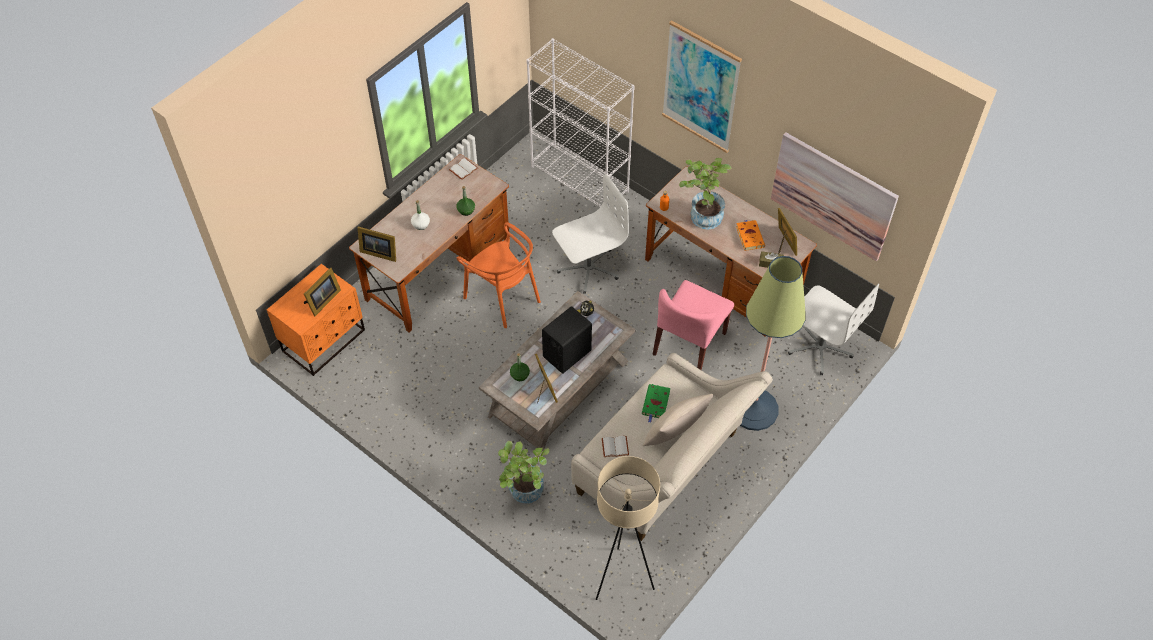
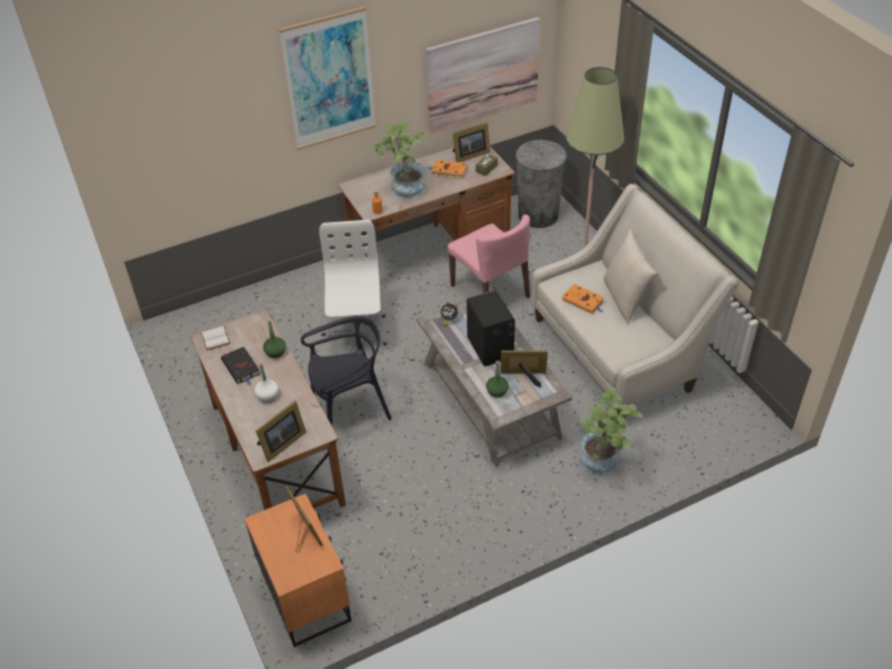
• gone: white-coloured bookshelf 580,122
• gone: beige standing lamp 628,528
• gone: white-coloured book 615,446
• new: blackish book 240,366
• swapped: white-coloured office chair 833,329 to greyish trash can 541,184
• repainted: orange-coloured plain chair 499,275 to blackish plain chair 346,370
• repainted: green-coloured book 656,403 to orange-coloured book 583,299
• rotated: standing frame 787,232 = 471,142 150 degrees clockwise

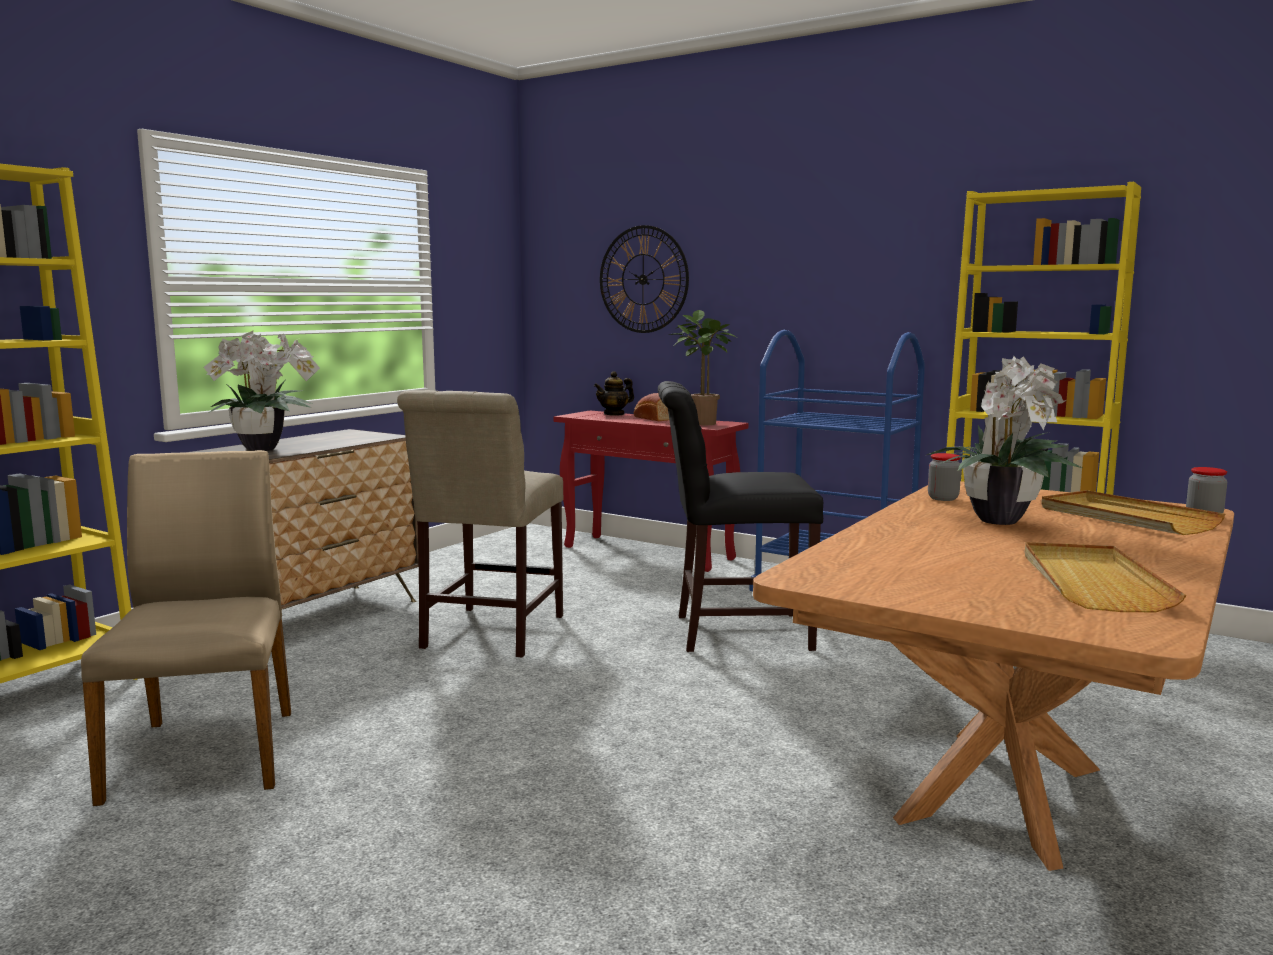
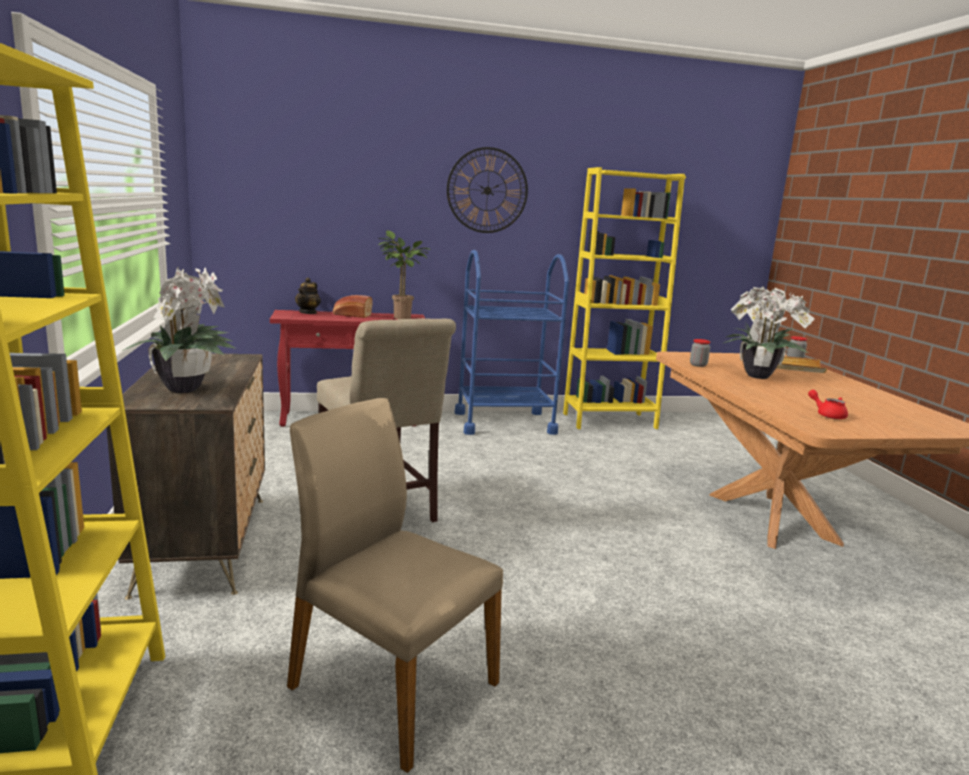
• gone: blackish plain chair 740,516
• gone: beige serving tray 1106,577
• new: reddish pot for tea 828,404
• shifted: clock on the wall 644,279 to 487,190

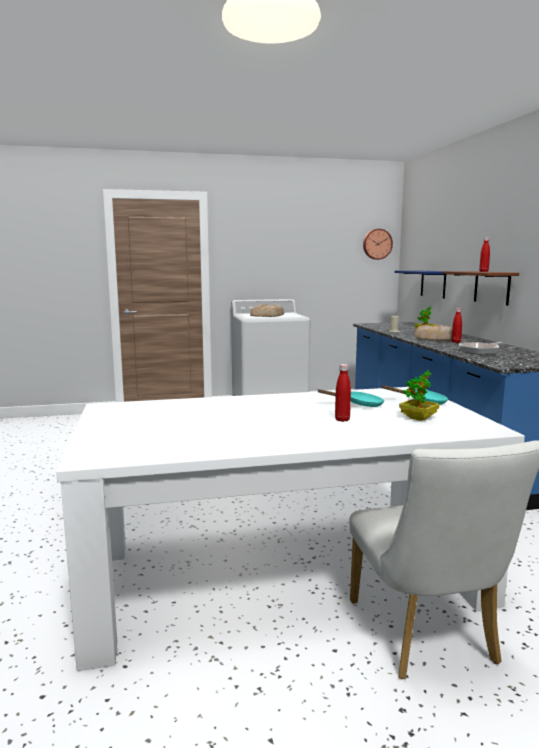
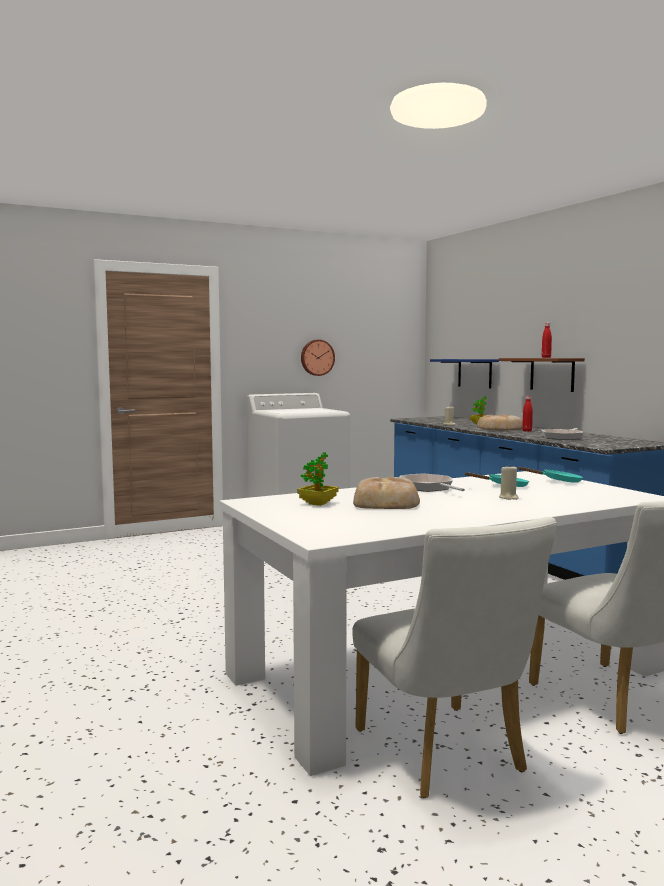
• new: white-coloured plain chair 454,657
• new: pan 432,482
• shifted: bakery bread 267,310 to 386,493
• shifted: clock on the wall 378,244 to 318,358
• shifted: houseplant 419,395 to 317,479
• swapped: reddish beverage bottle 343,393 to beige wax light 508,482

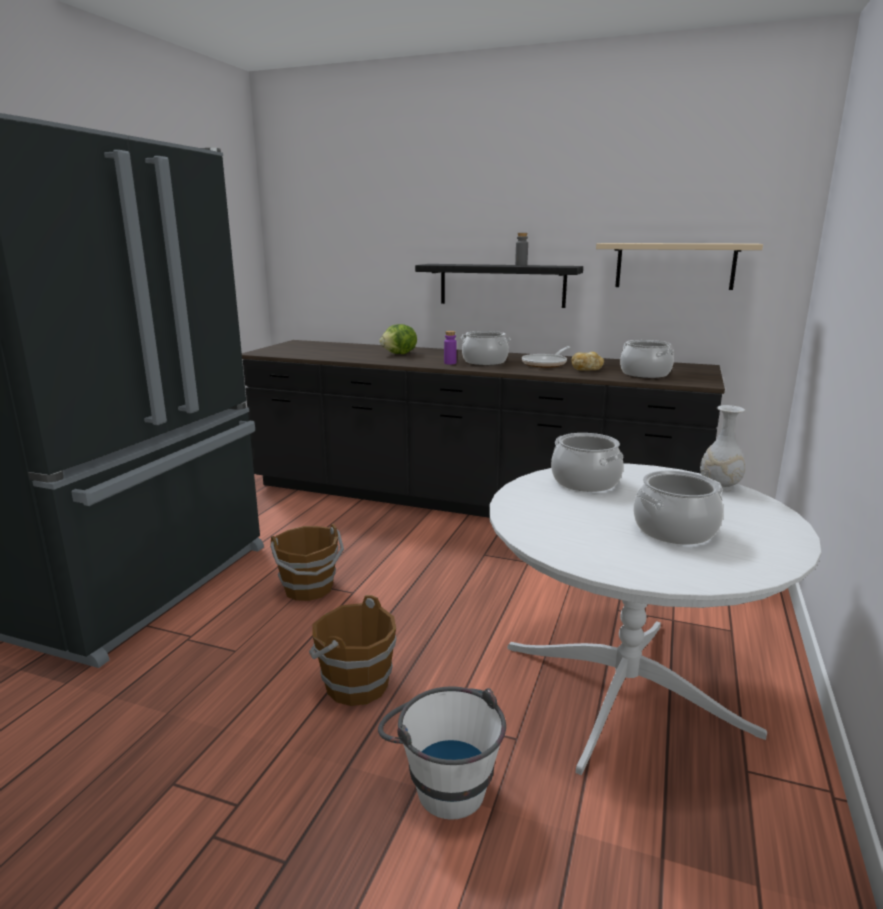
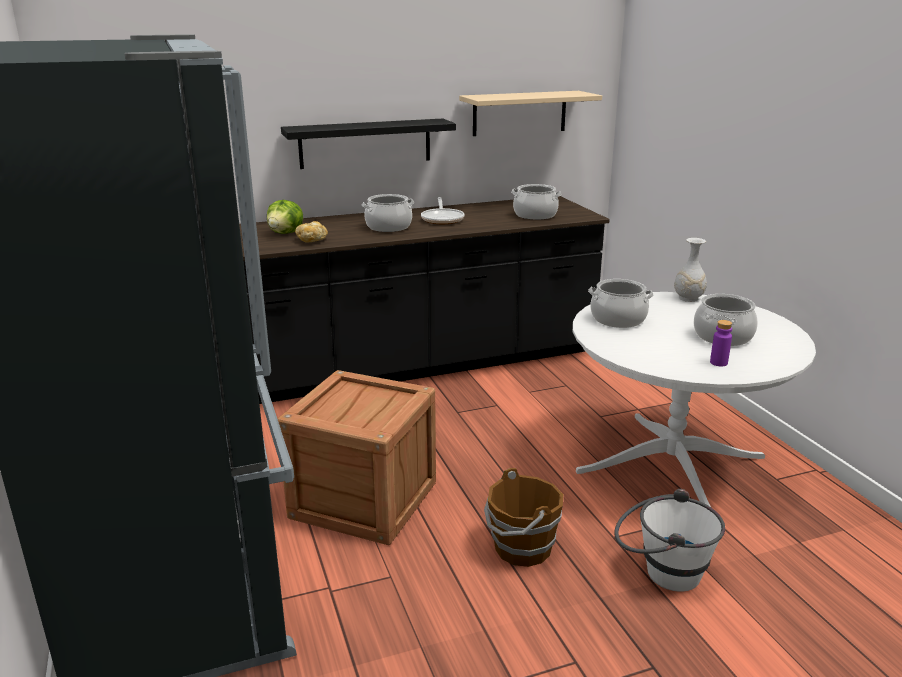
• gone: greyish beverage bottle 521,249
• shifted: purple beverage bottle 450,347 to 721,343
• shifted: bakery bread 587,361 to 311,231
• swapped: brown water bucket 307,562 to packing crate 357,457

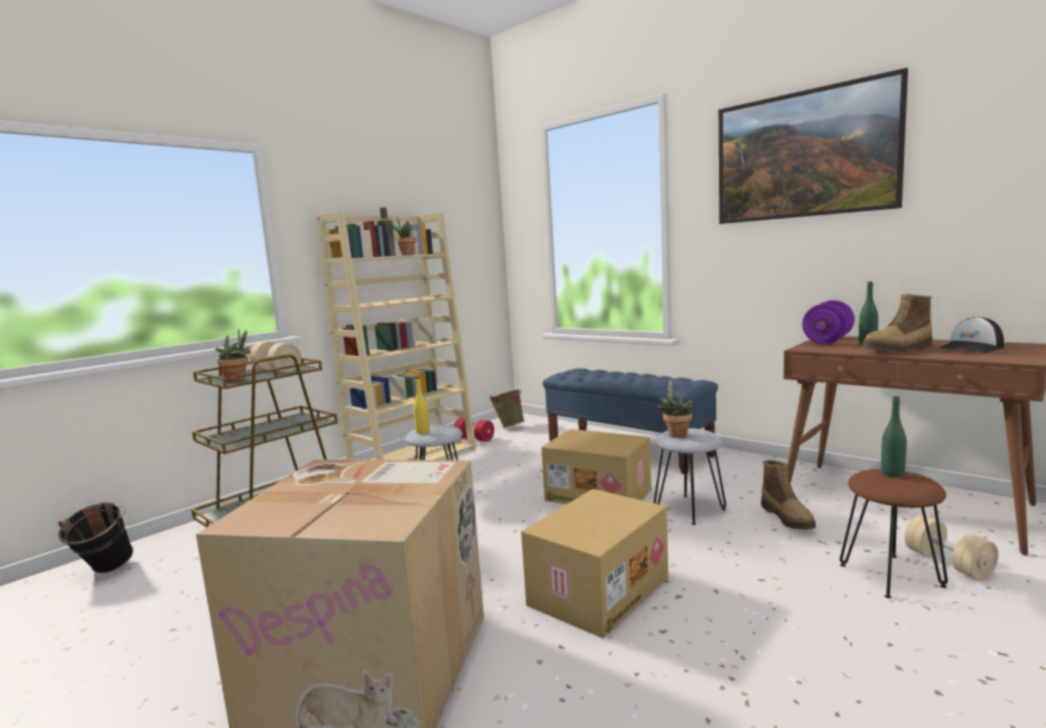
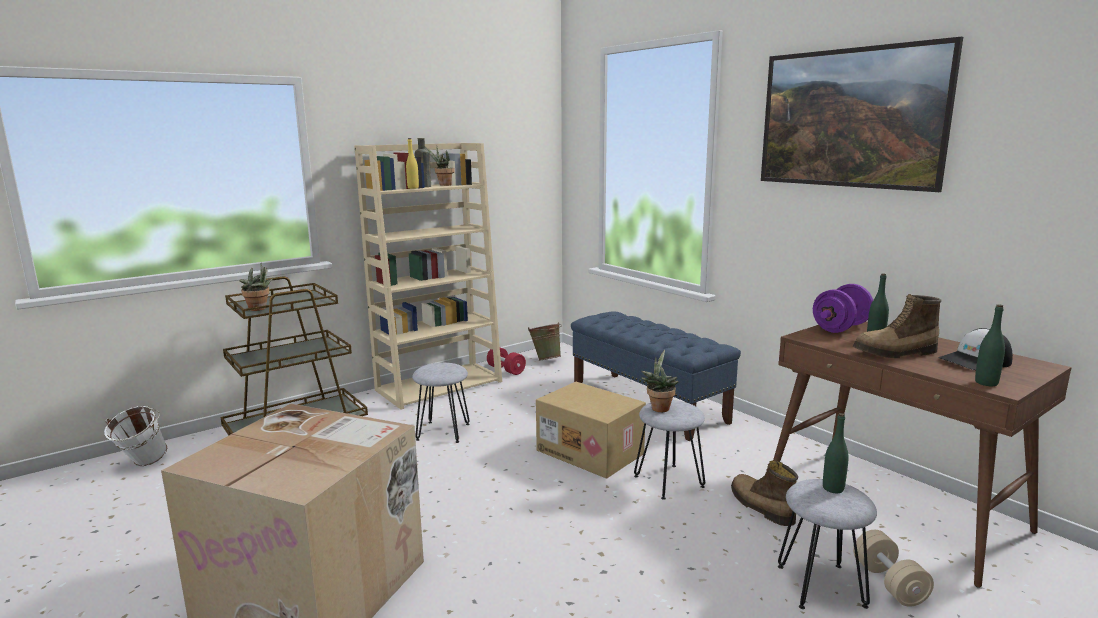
• gone: beige dumbbell 276,357
• gone: carton 594,563
• new: green-coloured beverage bottle 990,345
• shifted: yellow beverage bottle 421,405 to 412,163
• repainted: blackish water bucket 95,537 to white-coloured water bucket 135,436
• repainted: brown sitting stool 894,533 to greyish sitting stool 827,544
• rotated: tall boot 788,495 = 764,493 150 degrees clockwise

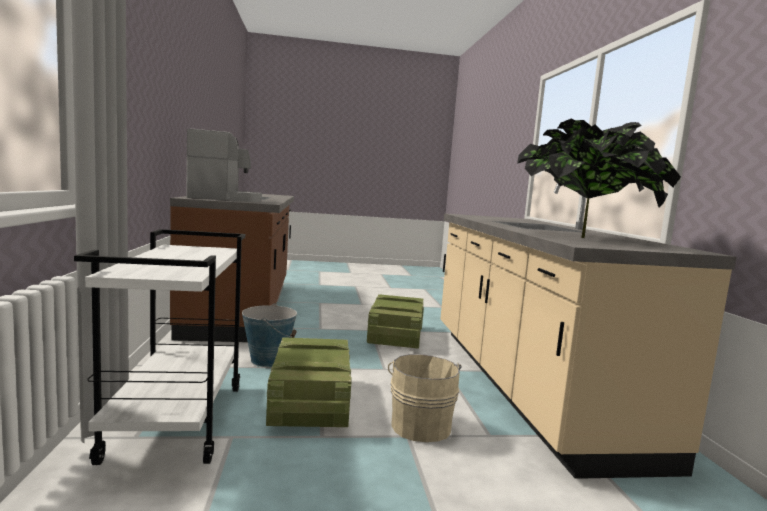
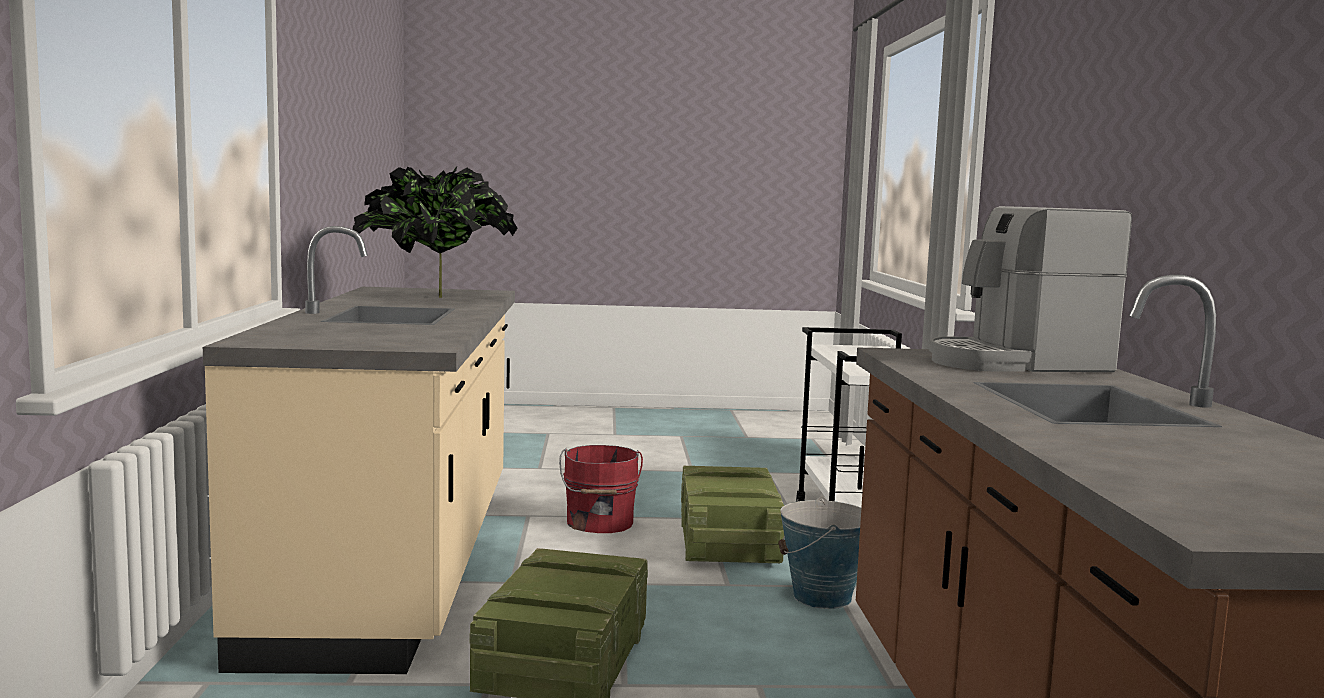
• repainted: beige water bucket 425,398 to reddish water bucket 601,489

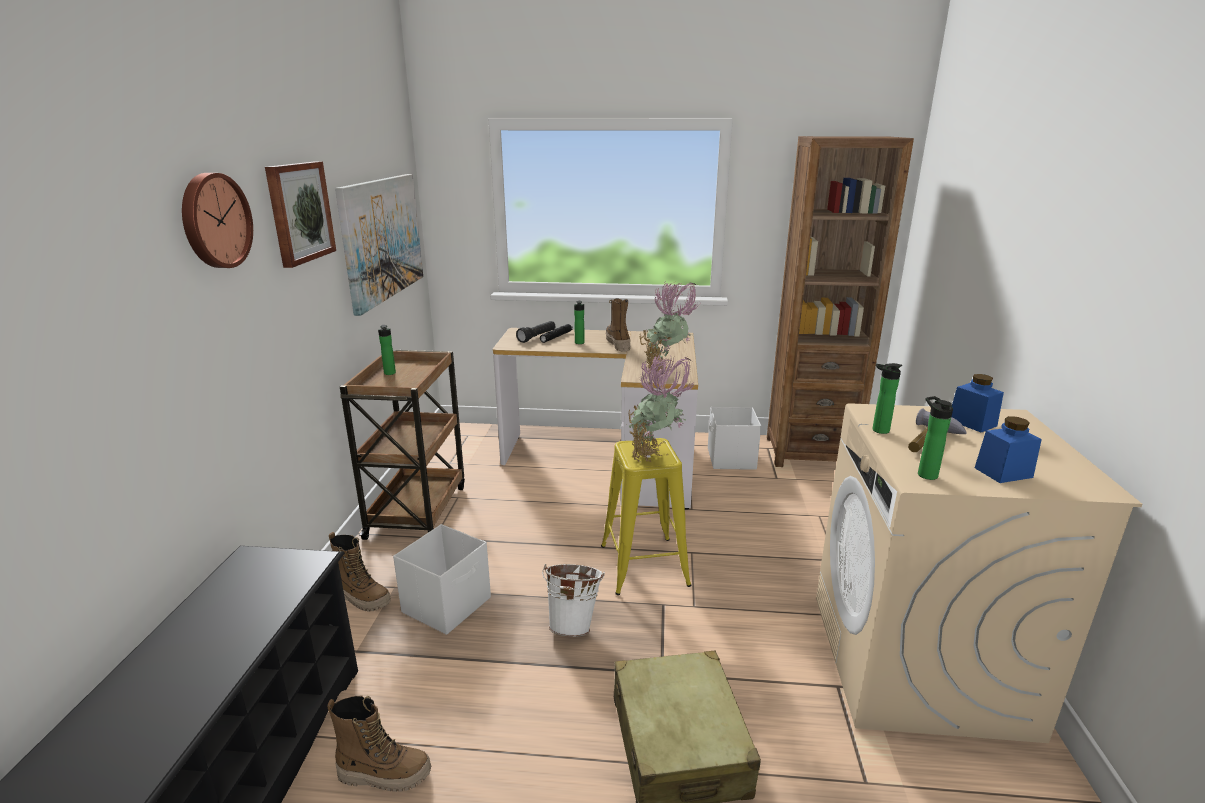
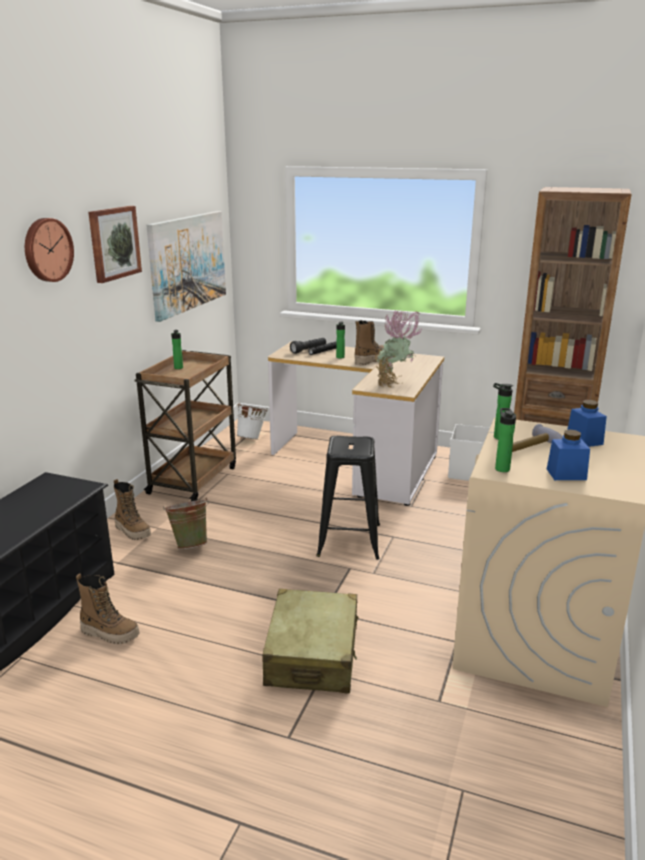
• gone: houseplant 662,407
• shifted: white-coloured water bucket 573,600 to 251,421
• swapped: white-coloured storage container 442,579 to green-coloured water bucket 186,523
• repainted: yellow sitting stool 646,516 to blackish sitting stool 348,498
• rotated: tall boot 618,325 = 371,342 45 degrees clockwise

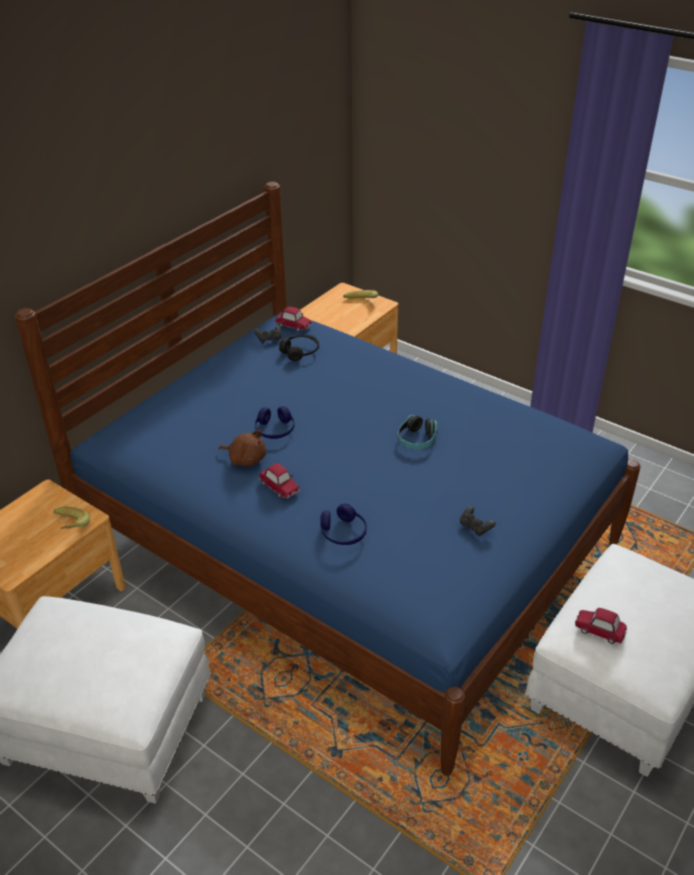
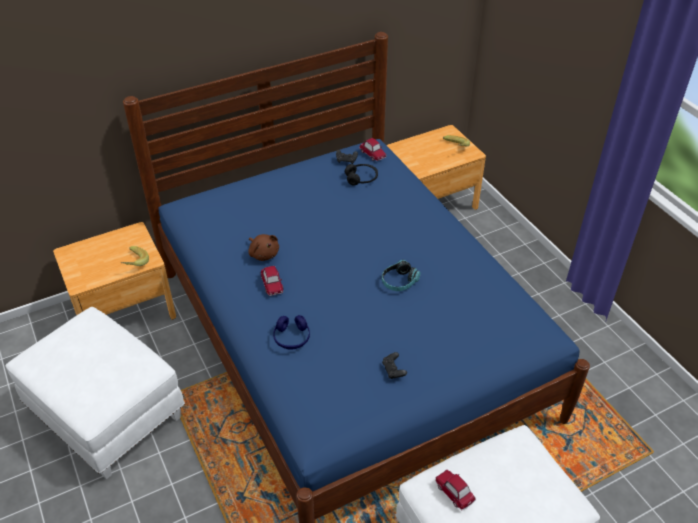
• gone: bluish headphones 275,422

